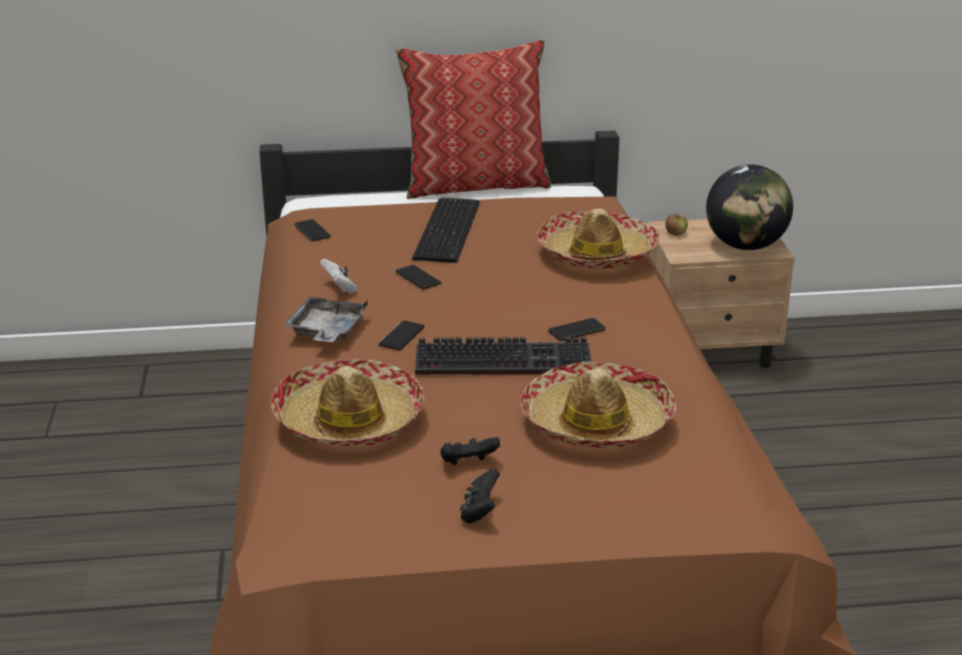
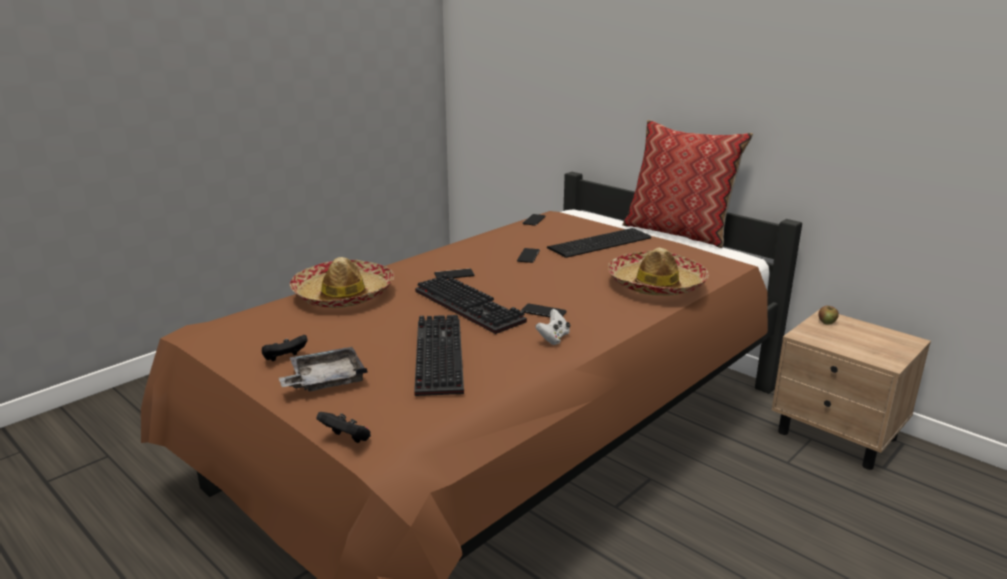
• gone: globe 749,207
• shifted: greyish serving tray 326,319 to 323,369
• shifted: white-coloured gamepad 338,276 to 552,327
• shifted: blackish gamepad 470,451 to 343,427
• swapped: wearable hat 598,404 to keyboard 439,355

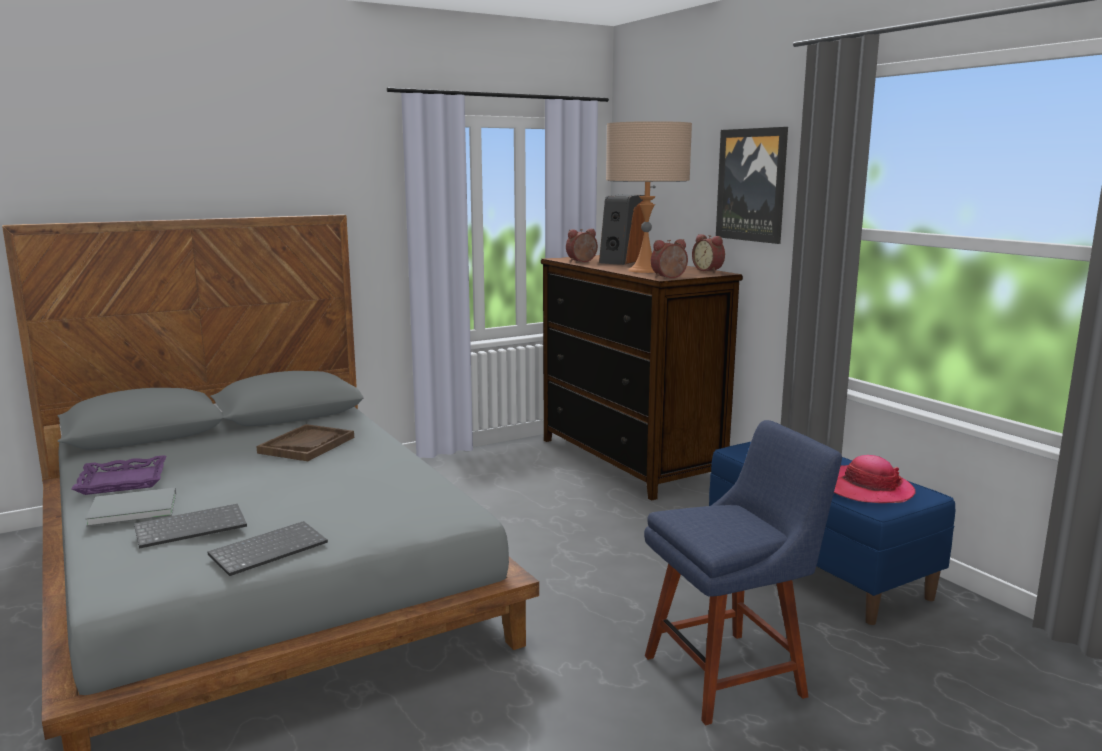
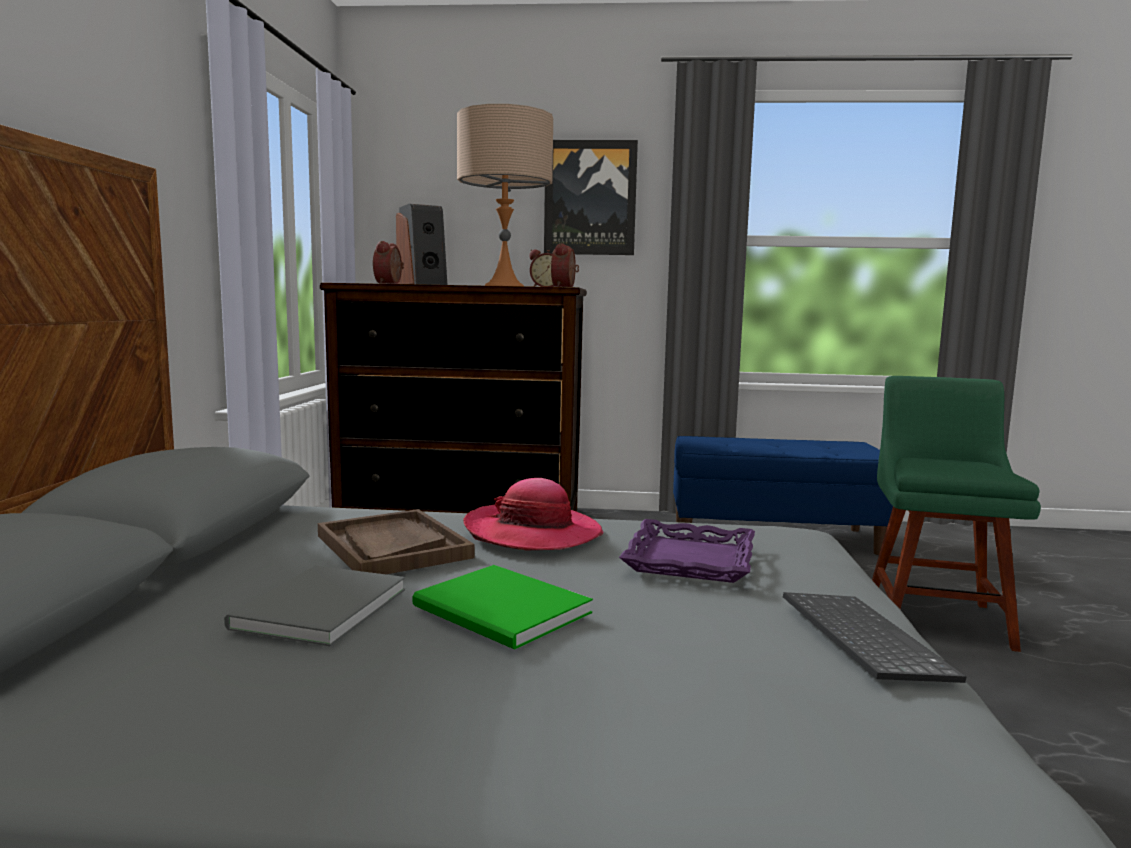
• gone: keyboard 190,526
• new: green-coloured book 503,607
• shifted: purple serving tray 119,475 to 687,551
• shifted: greyish book 131,507 to 314,606
• shifted: wearable hat 875,479 to 533,514
• repainted: bluish plain chair 743,572 to green-coloured plain chair 956,514

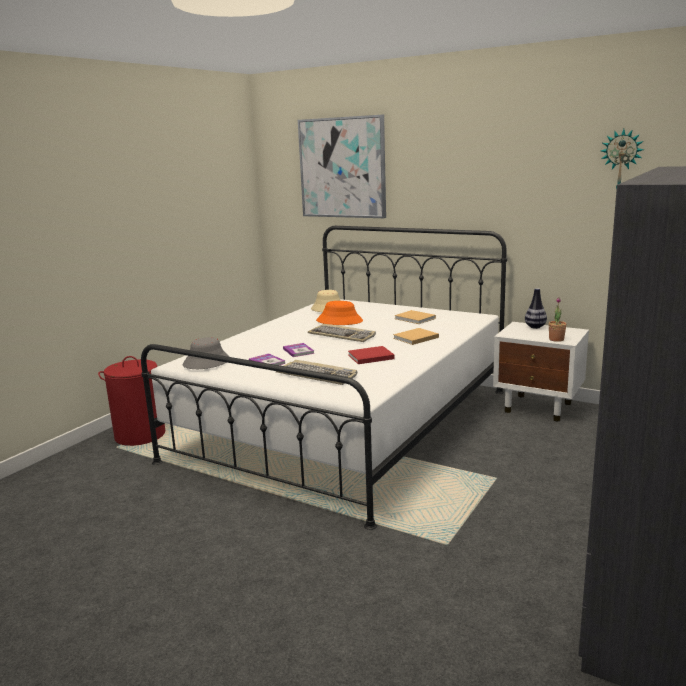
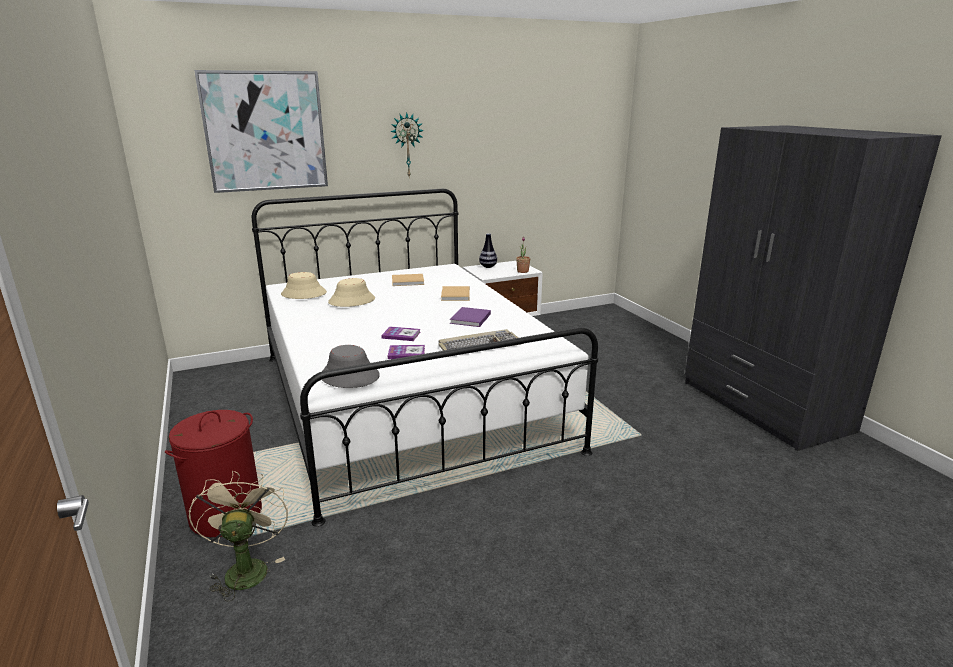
• gone: keyboard 342,333
• new: beige electric fan 238,536
• shifted: clock on the wall 622,165 to 407,144
• repainted: orange-coloured wearable hat 339,313 to beige wearable hat 351,292
• repainted: reddish book 371,355 to purple book 470,317

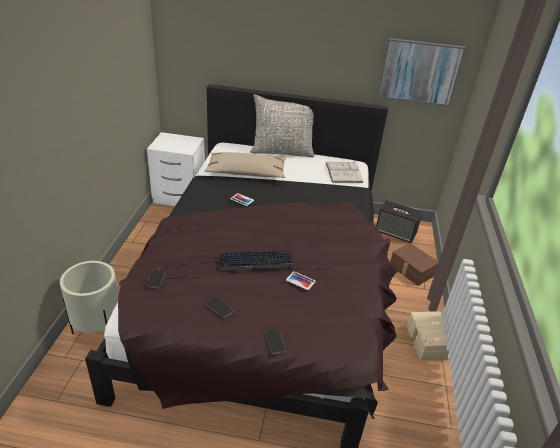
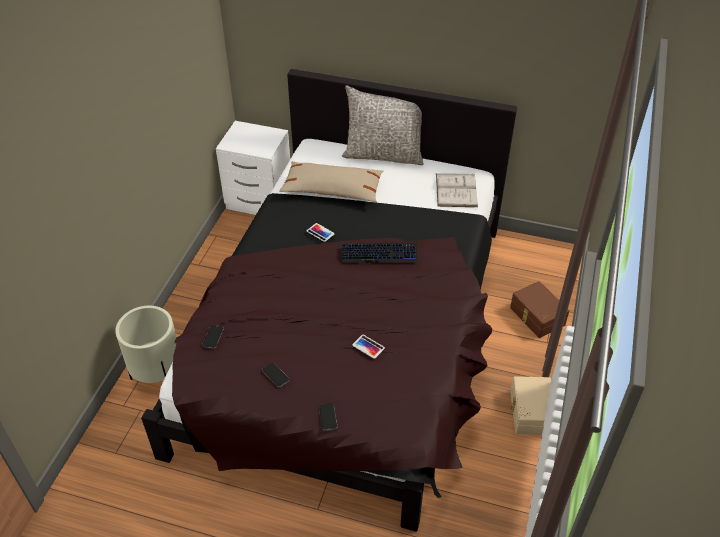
• gone: speaker 399,221
• gone: picture 421,72
• shifted: keyboard 257,260 to 379,253

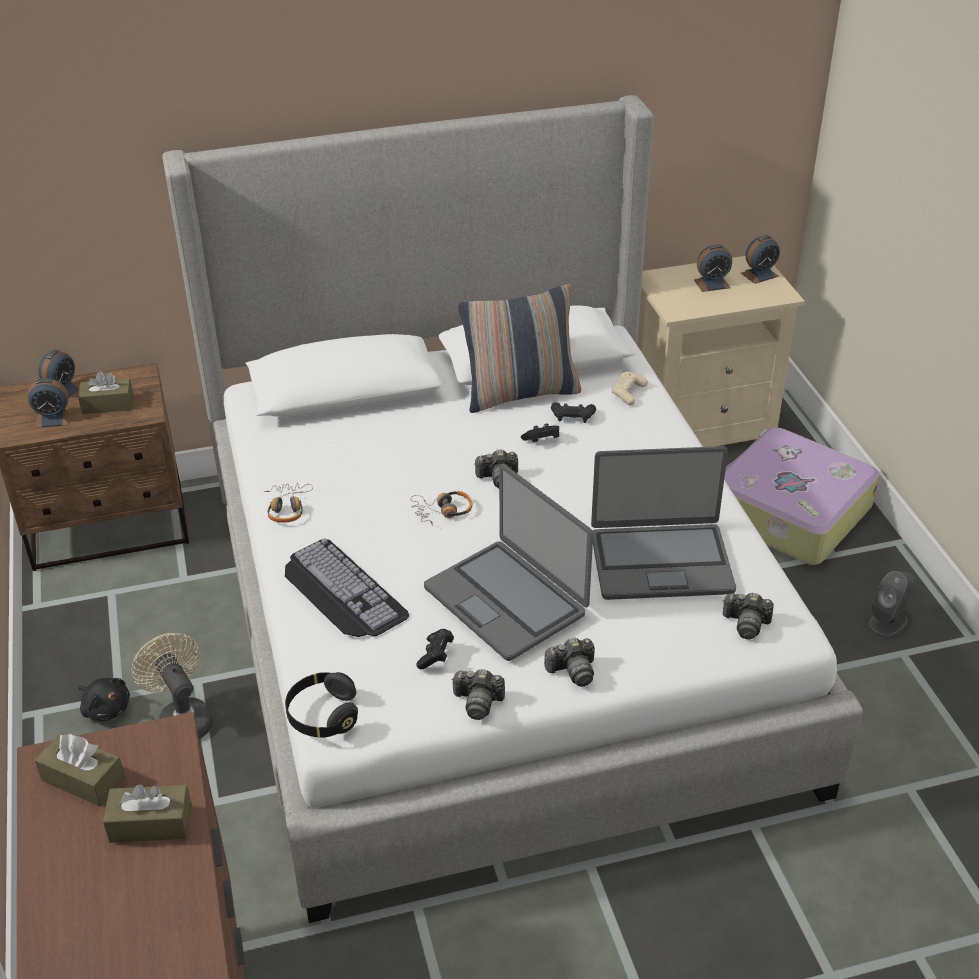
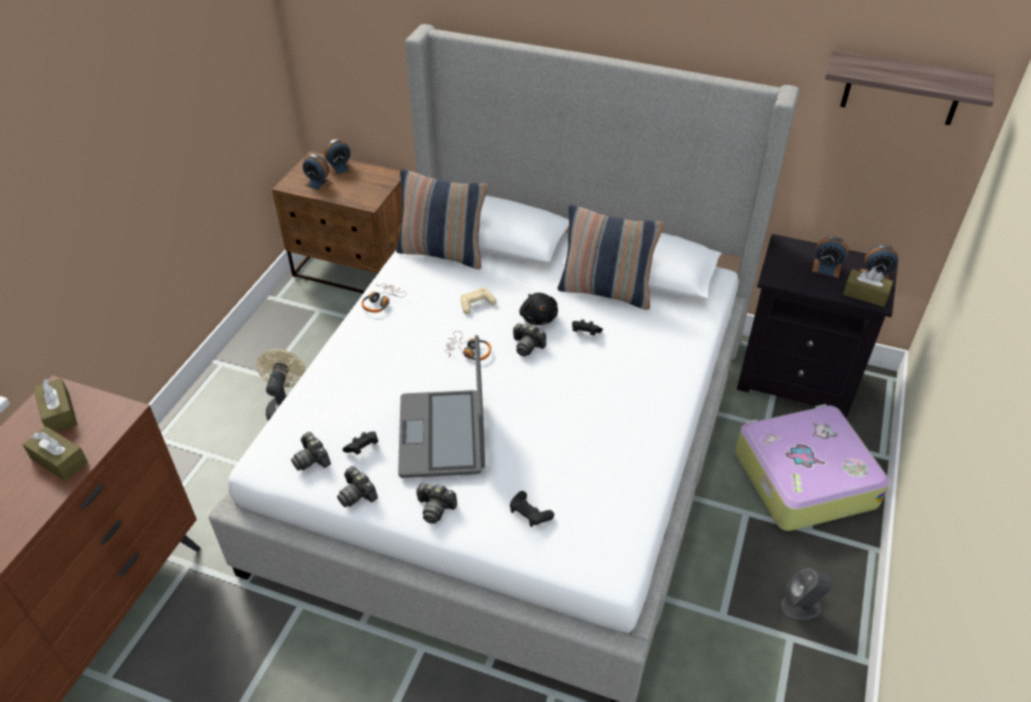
• gone: keyboard 347,587
• gone: blackish headphones 321,705
• gone: portable computer 663,523
• new: throw pillow 442,219
• new: wall shelf 909,87
• shifted: brown tissue box 106,392 to 868,287
• shifted: blackish plush toy 104,700 to 538,309
• shifted: blackish gamepad 573,412 to 532,509
• shifted: beige gamepad 630,388 to 478,300
• shifted: photo camera 748,615 to 311,451
• repainted: beige bedside table 723,351 to blackish bedside table 817,325

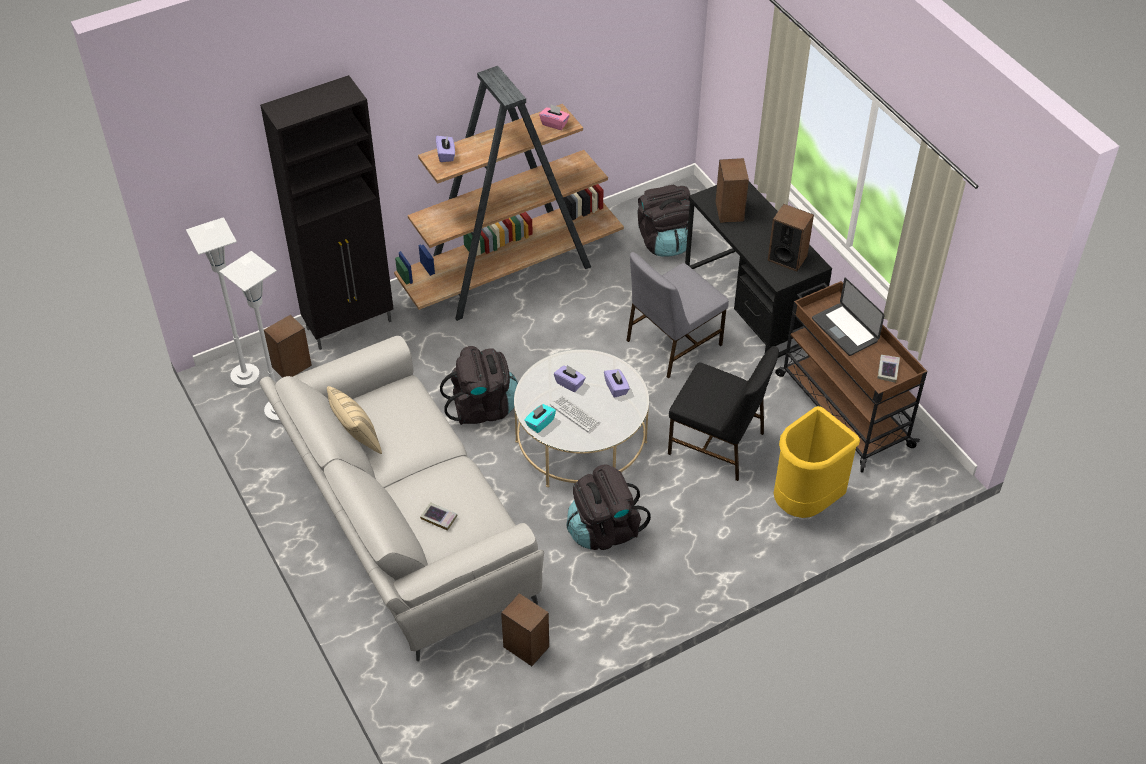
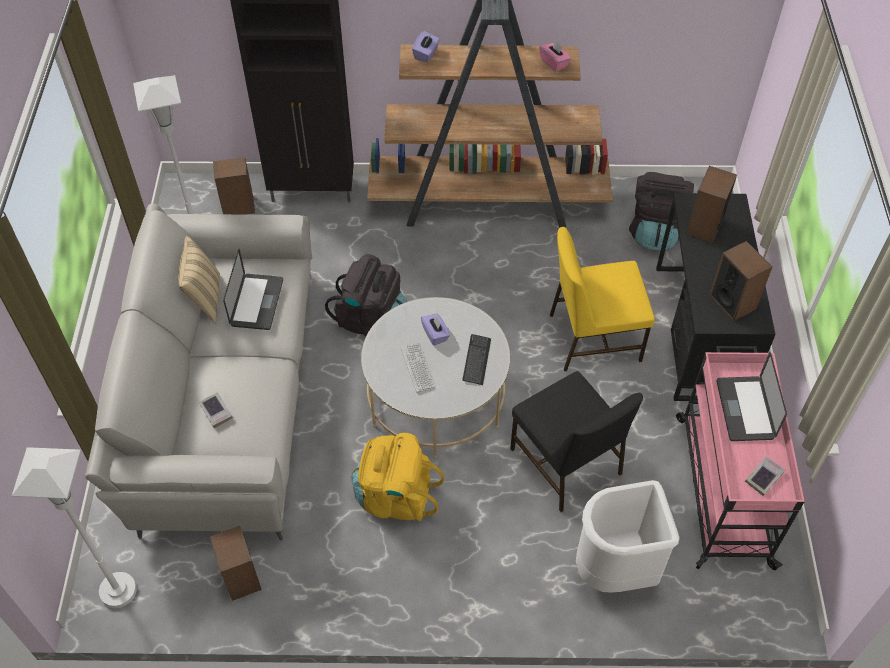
• gone: turquoise tissue box 540,418
• new: portable computer 253,289
• shifted: white-coloured standing lamp 223,302 to 74,527
• swapped: purple tissue box 617,383 to keyboard 477,359
• repainted: blackish backpack 609,507 to yellow backpack 397,477
• repainted: greyish plain chair 677,315 to yellow plain chair 602,299
• repainted: yellow trash can 817,462 to white-coloured trash can 627,536
• repainted: brown trolley 851,376 to pink-coloured trolley 740,458

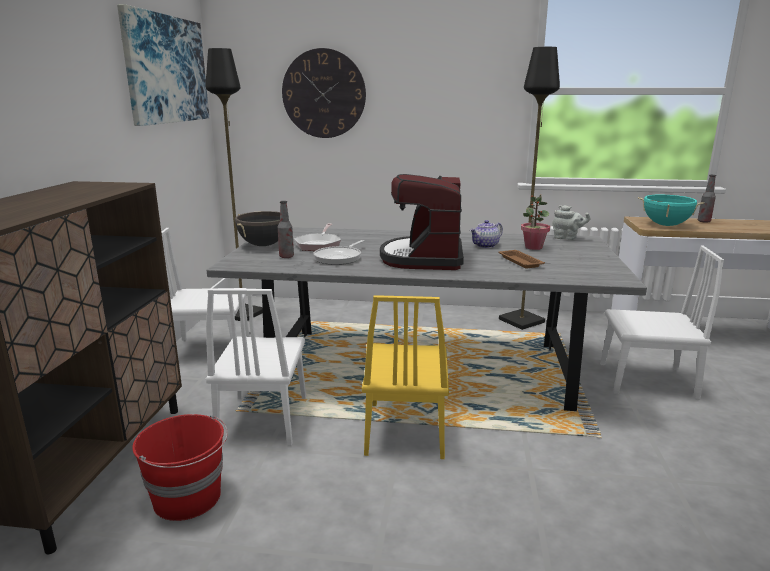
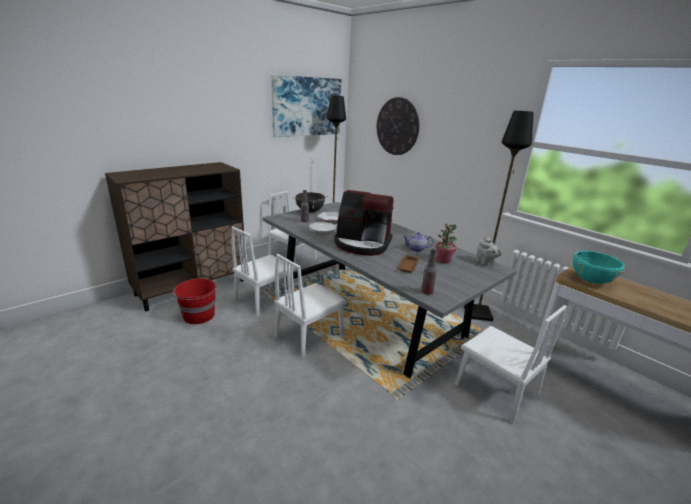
• shifted: beverage bottle 707,199 to 429,272
• repainted: yellow plain chair 405,377 to white-coloured plain chair 310,306
• rotated: coffee machine 422,222 = 364,223 120 degrees counterclockwise

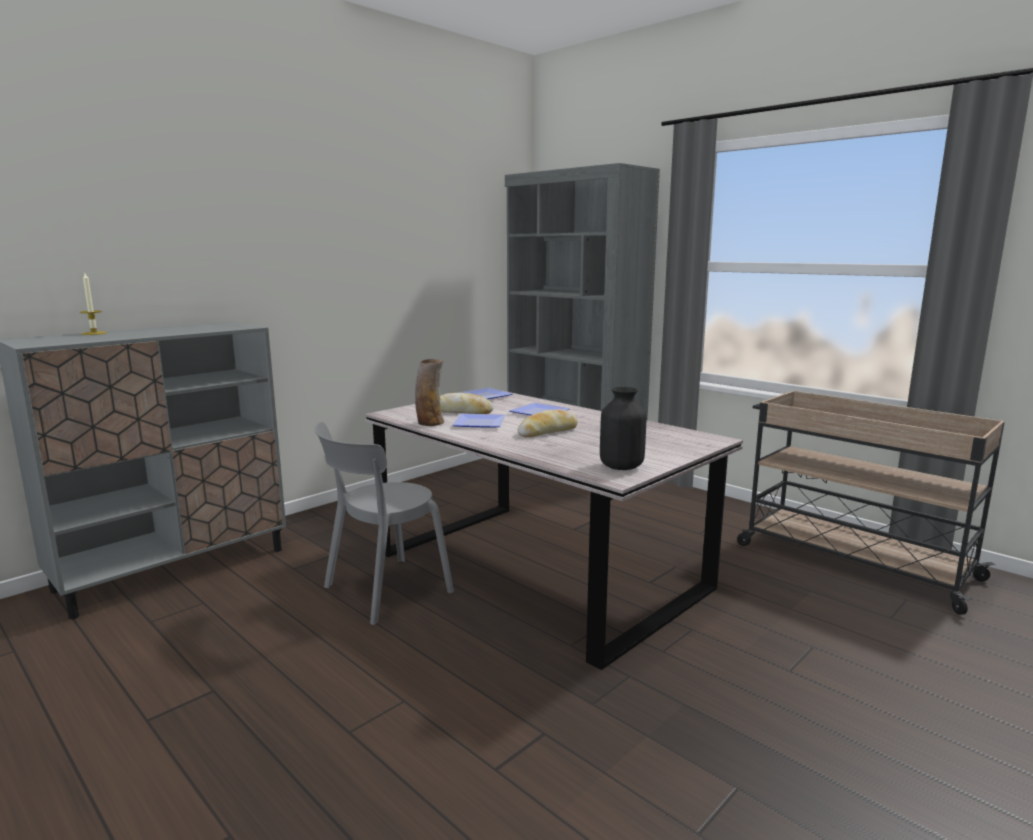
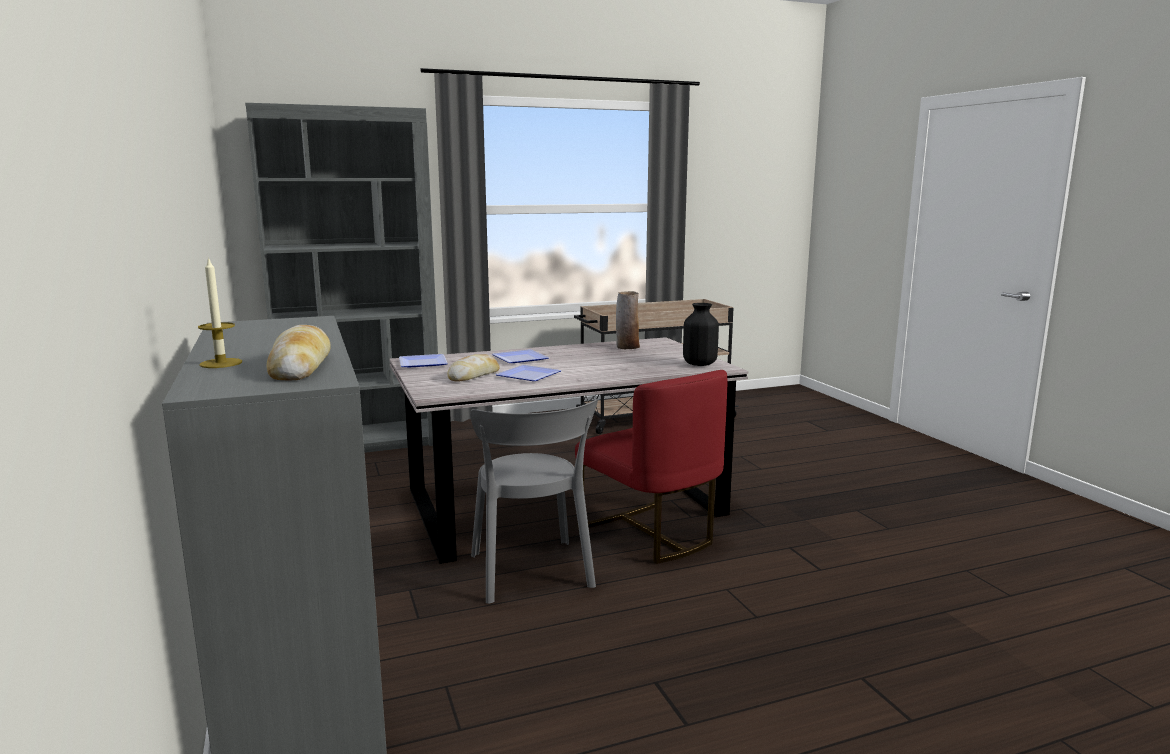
• new: reddish plain chair 651,467
• shifted: flower vase 429,392 to 628,320
• shifted: bakery bread 547,423 to 299,352

